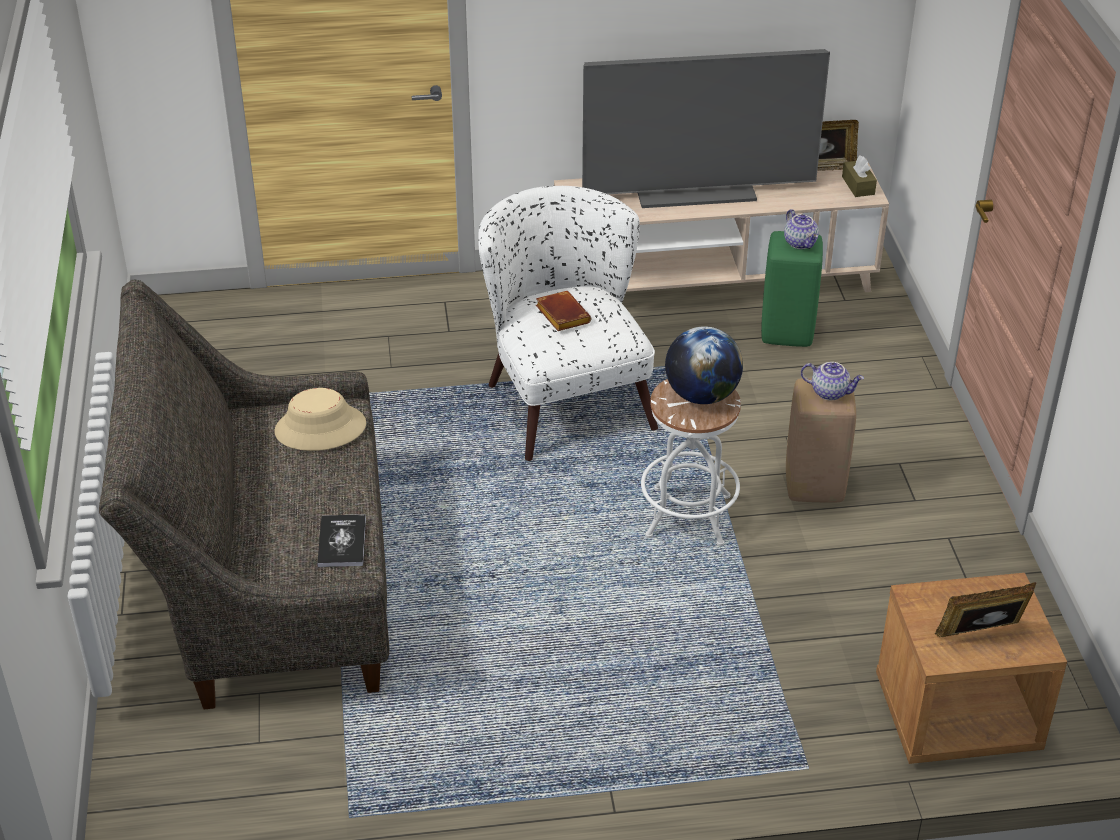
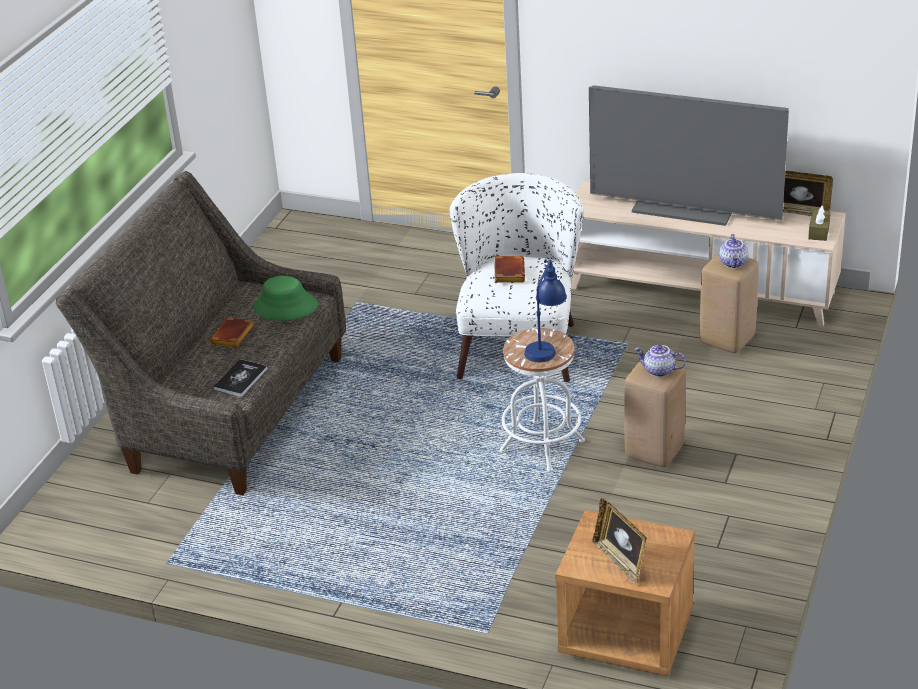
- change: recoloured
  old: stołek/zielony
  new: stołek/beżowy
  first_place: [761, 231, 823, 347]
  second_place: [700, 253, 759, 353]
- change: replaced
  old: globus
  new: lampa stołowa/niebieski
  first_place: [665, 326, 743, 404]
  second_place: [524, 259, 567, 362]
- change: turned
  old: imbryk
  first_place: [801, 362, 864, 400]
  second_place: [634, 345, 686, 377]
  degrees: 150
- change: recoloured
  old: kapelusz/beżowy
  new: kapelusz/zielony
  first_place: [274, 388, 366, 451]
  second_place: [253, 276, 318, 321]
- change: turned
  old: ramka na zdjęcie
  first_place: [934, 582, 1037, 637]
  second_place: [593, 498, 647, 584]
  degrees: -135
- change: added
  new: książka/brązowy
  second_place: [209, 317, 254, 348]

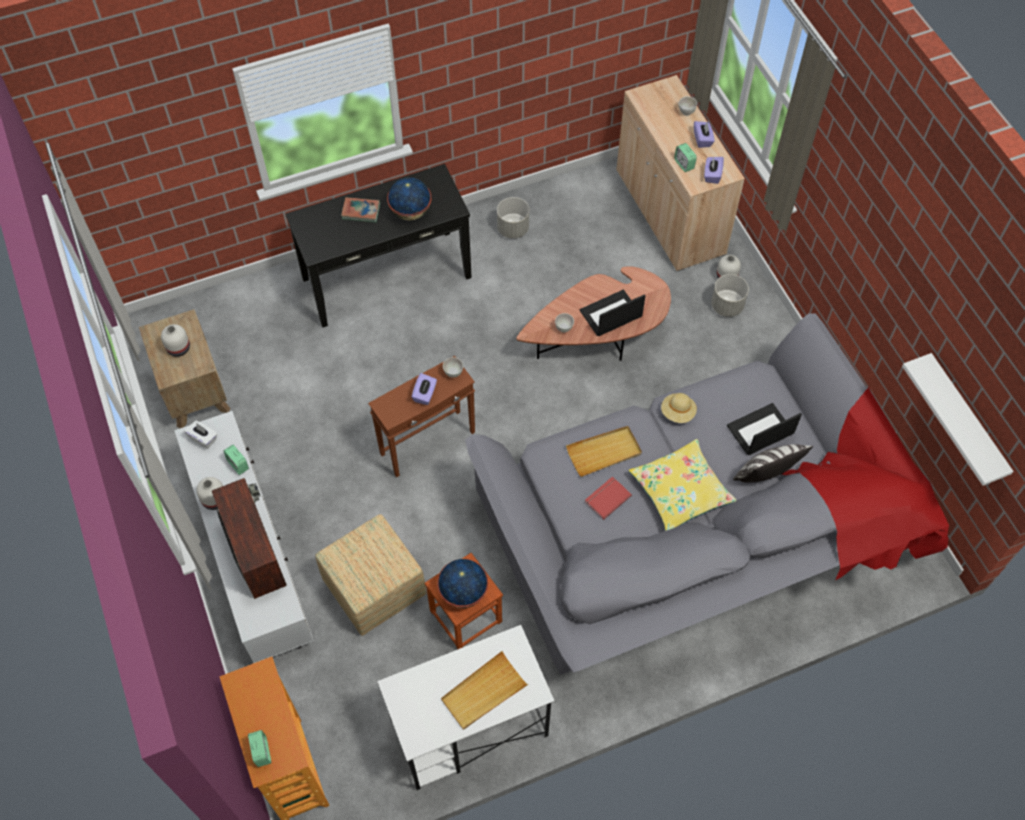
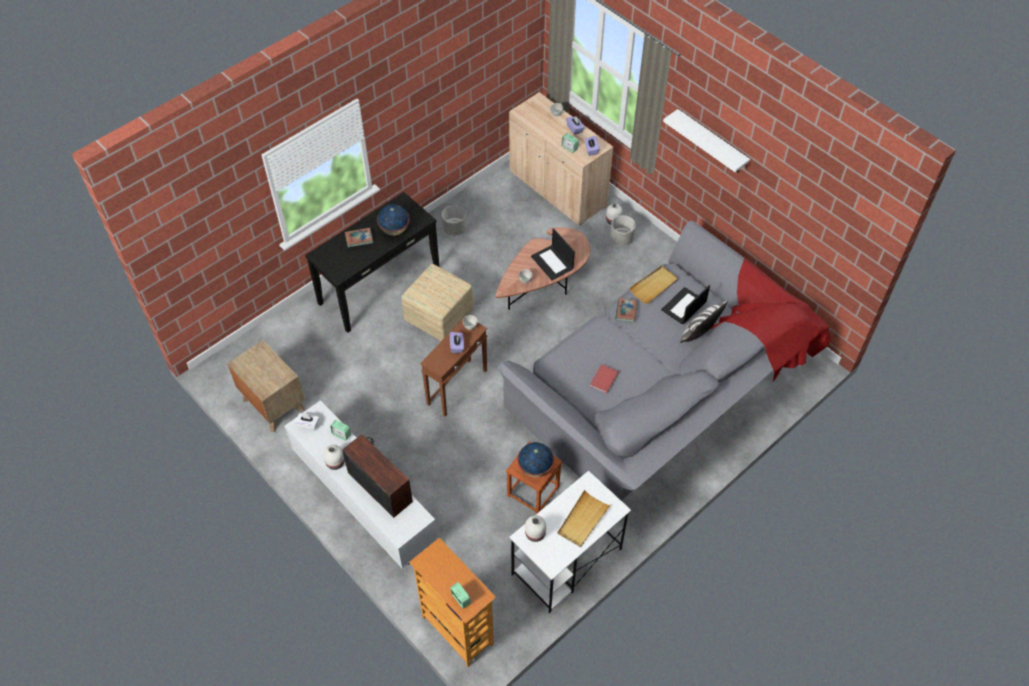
- change: turned
  old: laptop
  first_place: [580, 290, 645, 336]
  second_place: [531, 228, 575, 280]
  degrees: -75
- change: moved
  old: wazon/biały
  first_place: [161, 324, 190, 357]
  second_place: [525, 515, 546, 542]
- change: moved
  old: półka/biały
  first_place: [902, 353, 1014, 486]
  second_place: [663, 109, 750, 172]
- change: replaced
  old: kapelusz/beżowy
  new: książka
  first_place: [661, 393, 697, 423]
  second_place: [615, 298, 638, 323]
- change: moved
  old: taca/beżowy
  first_place: [566, 426, 642, 477]
  second_place: [629, 266, 678, 304]
- change: removed
  old: poduszka/żółty
  first_place: [629, 439, 737, 531]
- change: moved
  old: pufa
  first_place: [315, 514, 426, 636]
  second_place: [401, 264, 474, 341]

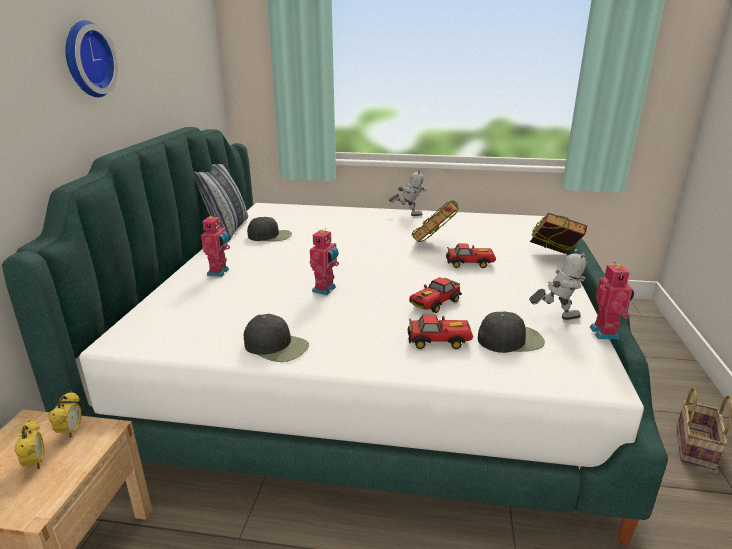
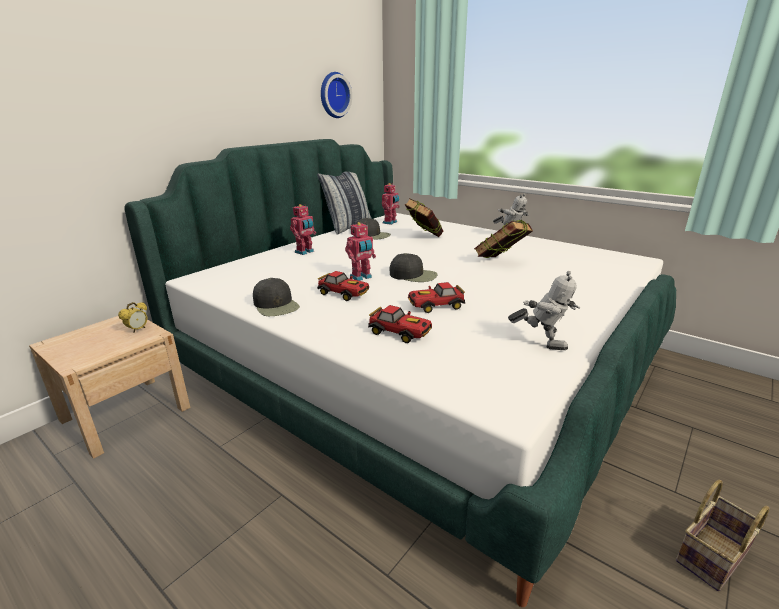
- change: moved
  old: zegar ścienny
  first_place: [65, 20, 118, 97]
  second_place: [321, 72, 352, 118]
- change: moved
  old: książka
  first_place: [530, 213, 587, 254]
  second_place: [405, 198, 443, 237]
- change: moved
  old: samochodzik
  first_place: [446, 244, 496, 268]
  second_place: [317, 271, 369, 301]
- change: moved
  old: robot zabawkowy
  first_place: [590, 261, 634, 339]
  second_place: [382, 183, 400, 225]
- change: moved
  old: czapka z daszkiem/czarny
  first_place: [478, 312, 545, 353]
  second_place: [390, 253, 438, 282]
- change: removed
  old: budzik
  first_place: [14, 421, 44, 469]

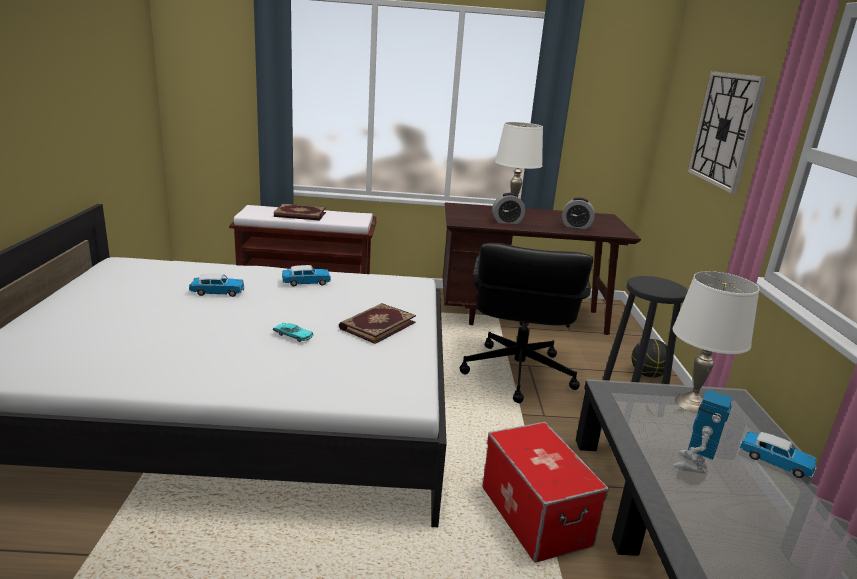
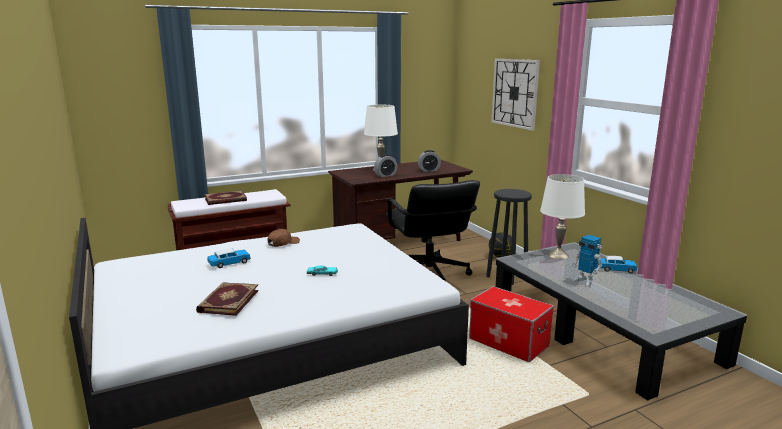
- change: replaced
  old: samochodzik
  new: czapka z daszkiem/brązowy
  first_place: [282, 265, 331, 286]
  second_place: [267, 229, 300, 247]
- change: moved
  old: książka
  first_place: [339, 303, 416, 344]
  second_place: [196, 282, 259, 316]
- change: turned
  old: robot zabawkowy
  first_place: [673, 389, 733, 474]
  second_place: [572, 235, 602, 287]
  degrees: -45

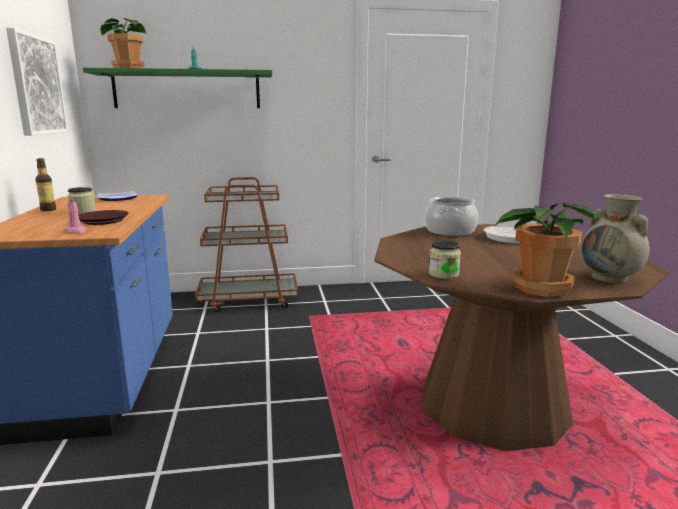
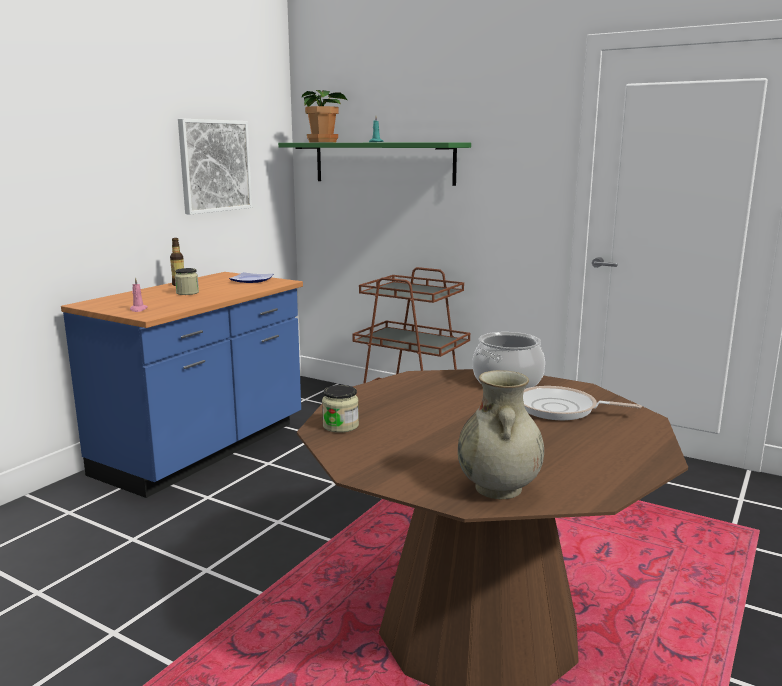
- change: removed
  old: roślina doniczkowa
  first_place: [494, 203, 596, 297]
- change: removed
  old: talerz/brązowy
  first_place: [78, 210, 129, 225]

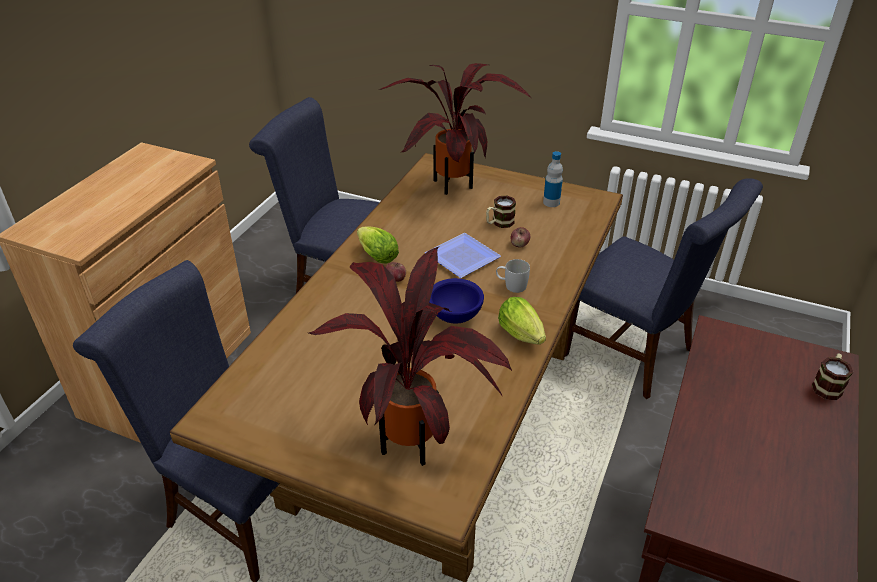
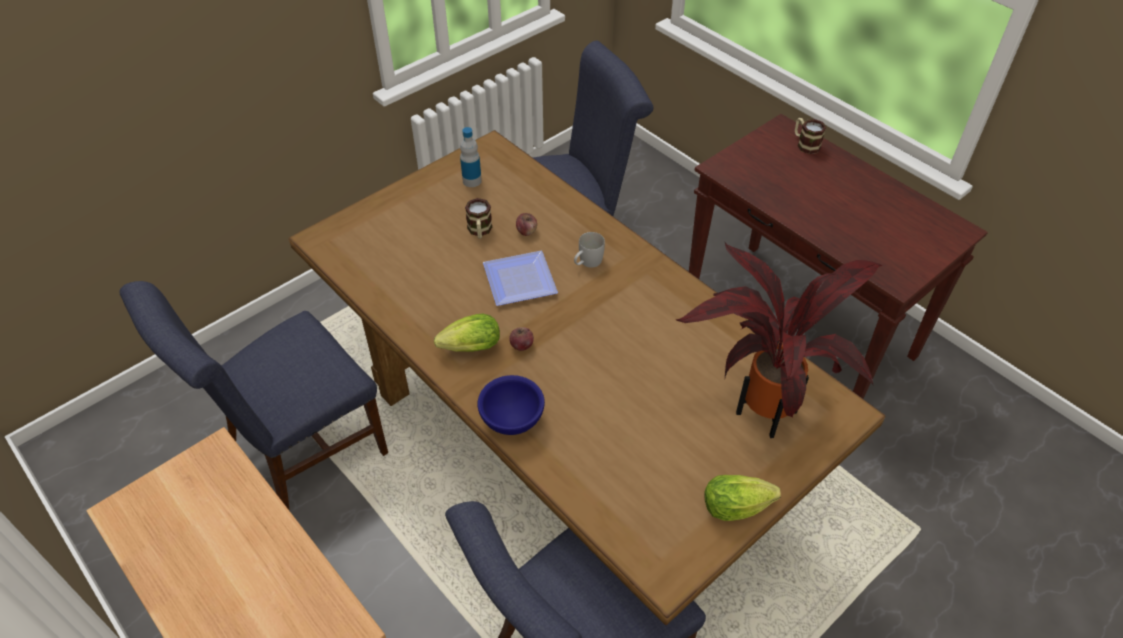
- change: removed
  old: roślina doniczkowa
  first_place: [379, 63, 531, 195]
- change: moved
  old: miska/niebieski
  first_place: [429, 278, 484, 324]
  second_place: [477, 375, 545, 435]
- change: moved
  old: sałata
  first_place: [498, 297, 546, 344]
  second_place: [704, 475, 781, 521]

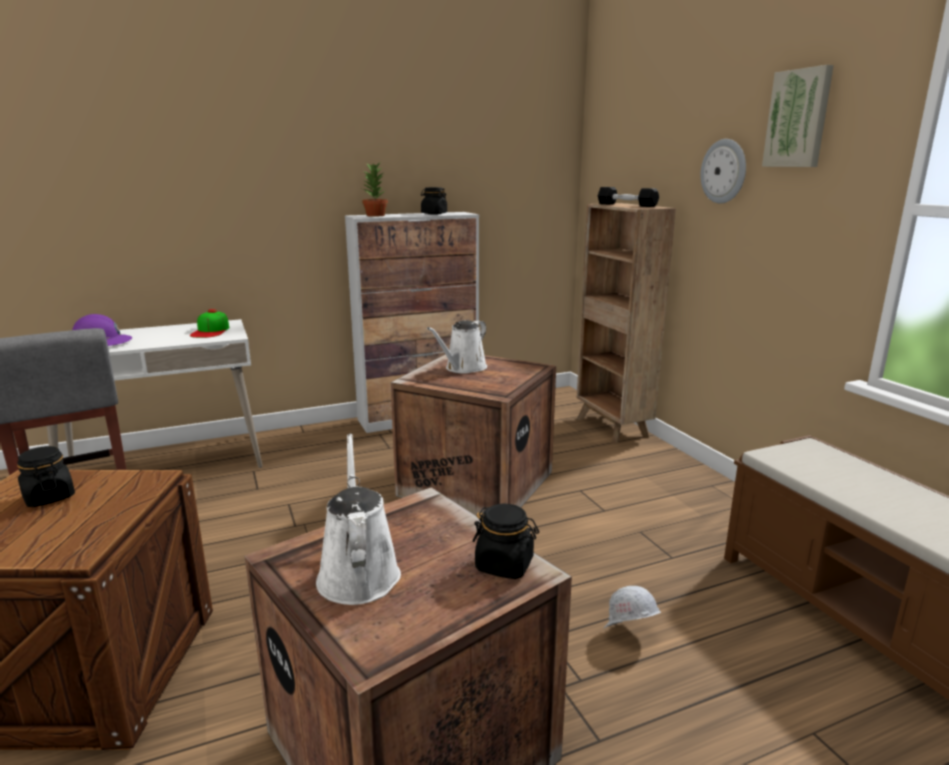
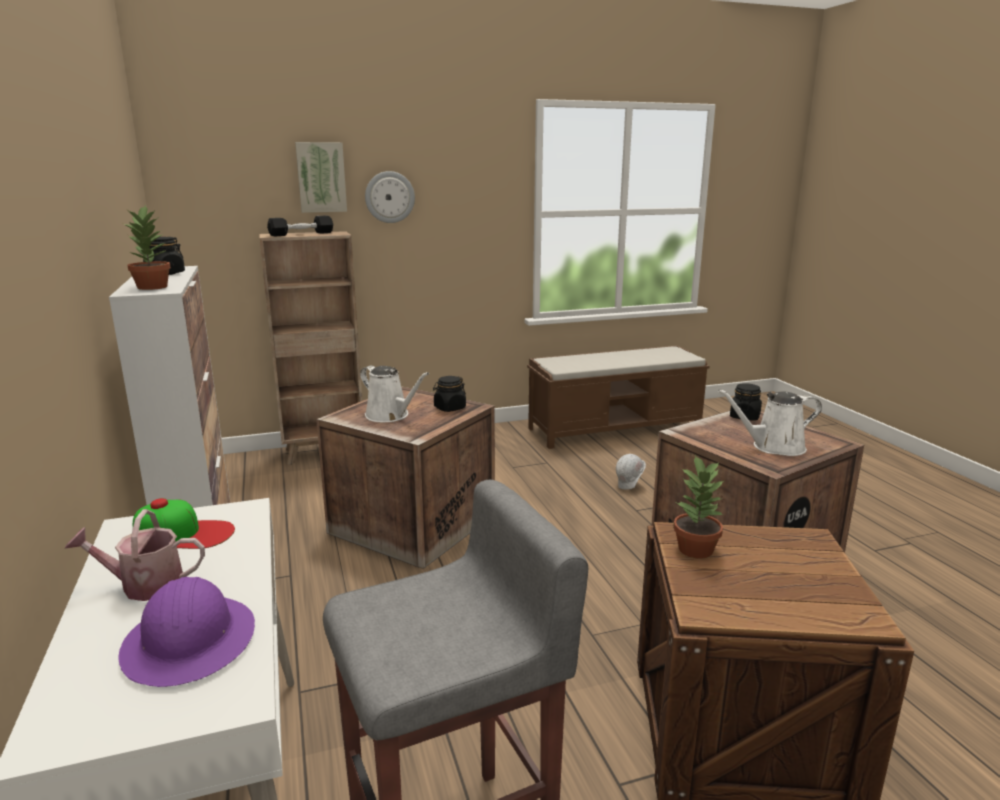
- change: moved
  old: obraz
  first_place: [762, 65, 834, 167]
  second_place: [295, 142, 347, 213]
- change: moved
  old: słoik/czarny
  first_place: [17, 446, 75, 507]
  second_place: [433, 376, 466, 412]
- change: added
  new: roślina doniczkowa
  second_place: [673, 455, 725, 559]
- change: added
  new: konewka
  second_place: [65, 509, 205, 601]

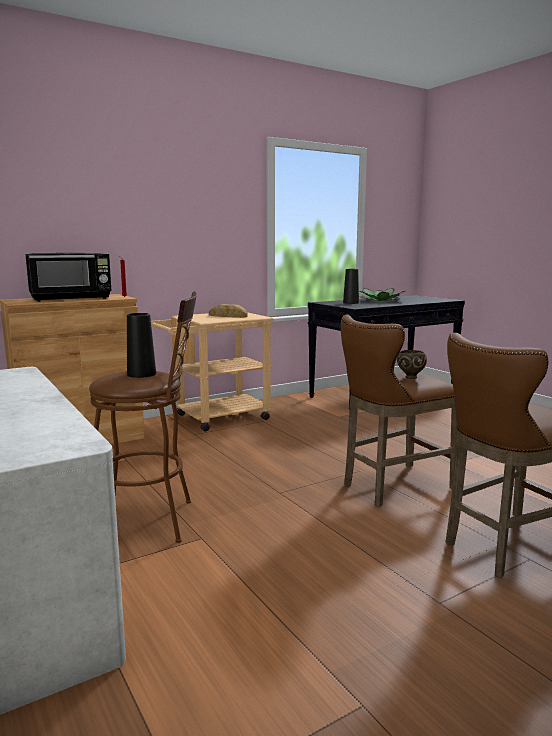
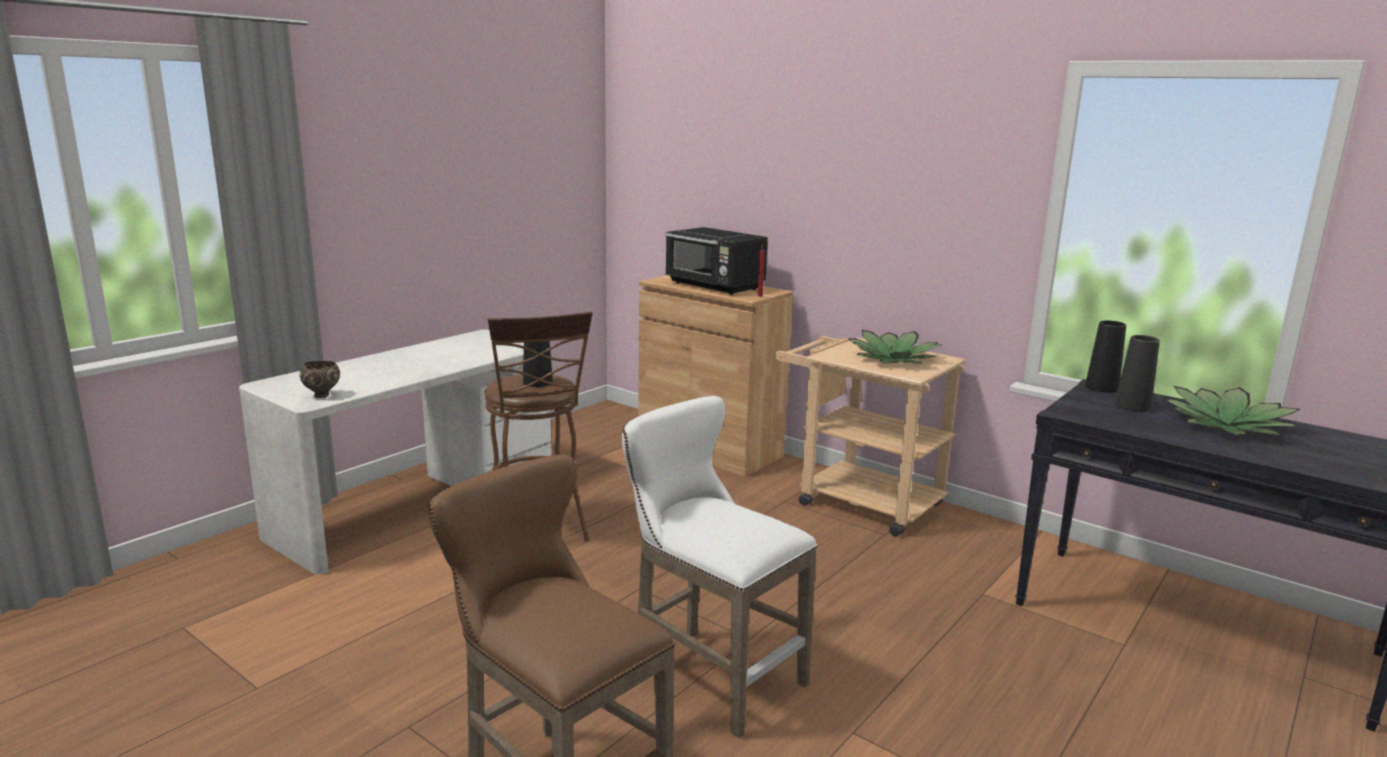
- change: replaced
  old: chleb
  new: roślina doniczkowa
  first_place: [209, 304, 247, 318]
  second_place: [849, 330, 942, 364]
- change: recoloured
  old: stołek/brązowy
  new: stołek/biały
  first_place: [341, 315, 458, 507]
  second_place: [622, 396, 817, 738]
- change: moved
  old: miska/brązowy
  first_place: [397, 350, 427, 379]
  second_place: [300, 361, 340, 398]
- change: added
  new: wazon/czarny
  second_place: [1085, 320, 1126, 393]

